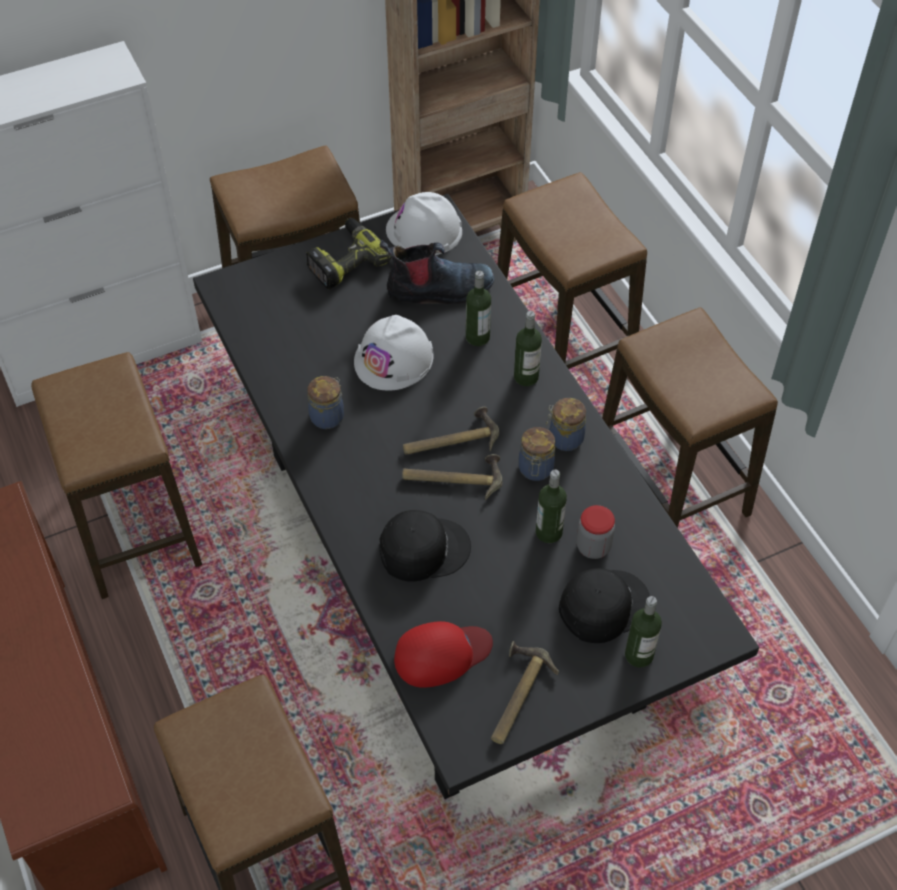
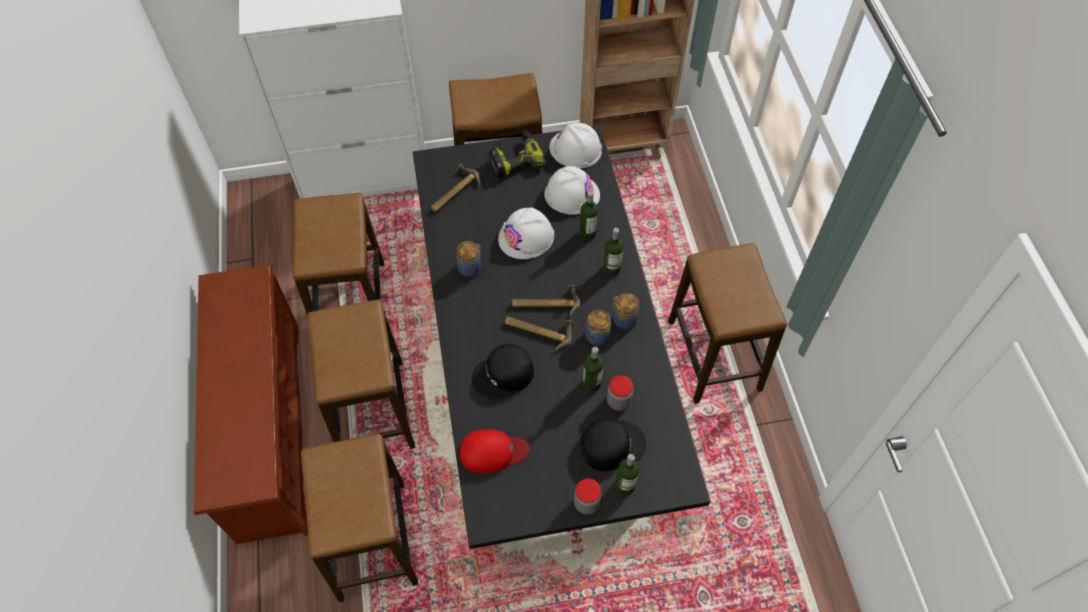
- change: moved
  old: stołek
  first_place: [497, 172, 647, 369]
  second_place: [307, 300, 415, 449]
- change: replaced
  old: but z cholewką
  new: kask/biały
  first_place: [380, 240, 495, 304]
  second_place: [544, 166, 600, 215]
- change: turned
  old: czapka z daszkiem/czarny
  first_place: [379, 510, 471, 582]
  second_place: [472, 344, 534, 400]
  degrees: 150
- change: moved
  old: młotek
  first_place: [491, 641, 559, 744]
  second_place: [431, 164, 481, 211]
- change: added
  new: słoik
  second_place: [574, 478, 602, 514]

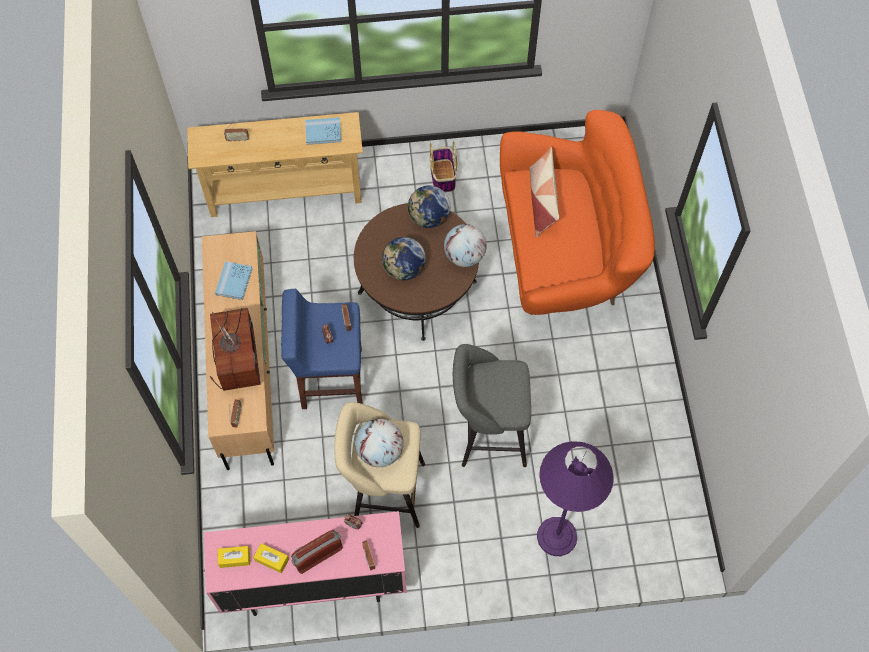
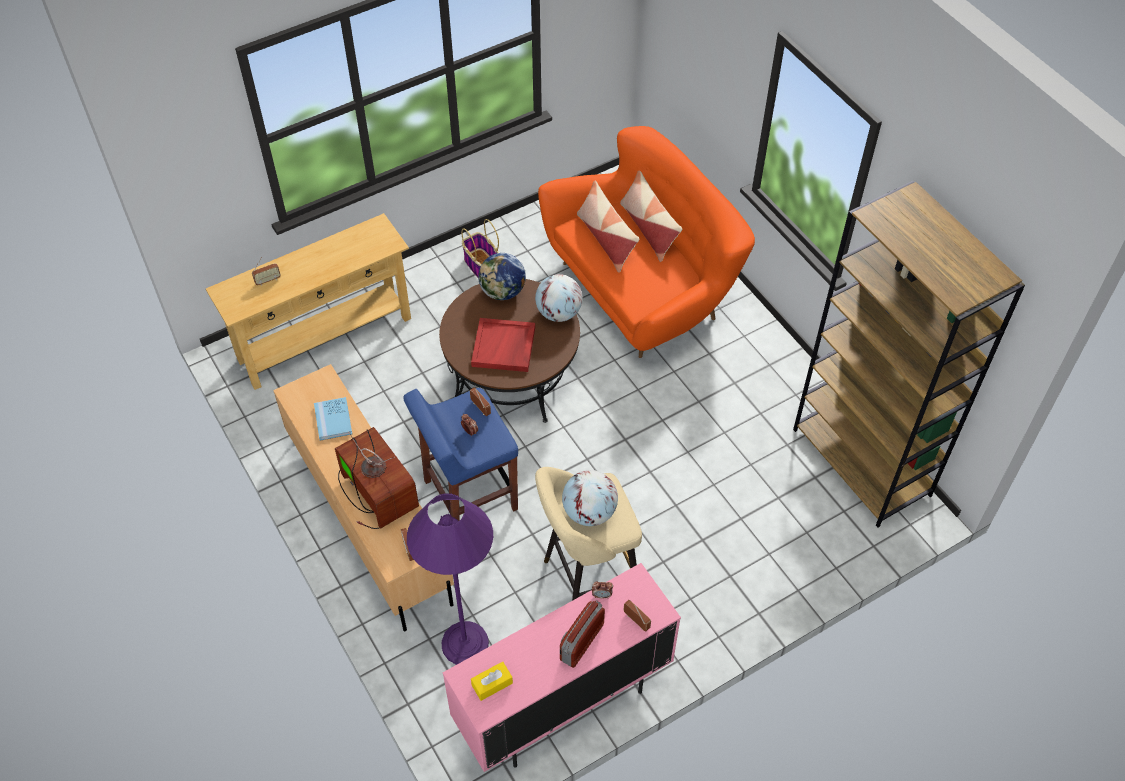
- change: removed
  old: książka/niebieski
  first_place: [305, 117, 342, 145]
- change: replaced
  old: globus
  new: taca/czerwony
  first_place: [382, 237, 426, 280]
  second_place: [471, 318, 535, 372]
- change: removed
  old: stołek/szary
  first_place: [453, 344, 531, 467]
- change: moved
  old: lampa stojąca/fioletowy
  first_place: [537, 441, 614, 556]
  second_place: [407, 493, 493, 665]
- change: removed
  old: pudełko chusteczek/żółty
  first_place: [253, 543, 289, 573]
- change: added
  new: poduszka
  second_place: [620, 171, 682, 262]
- change: added
  new: regał/brązowy
  second_place: [793, 181, 1025, 528]

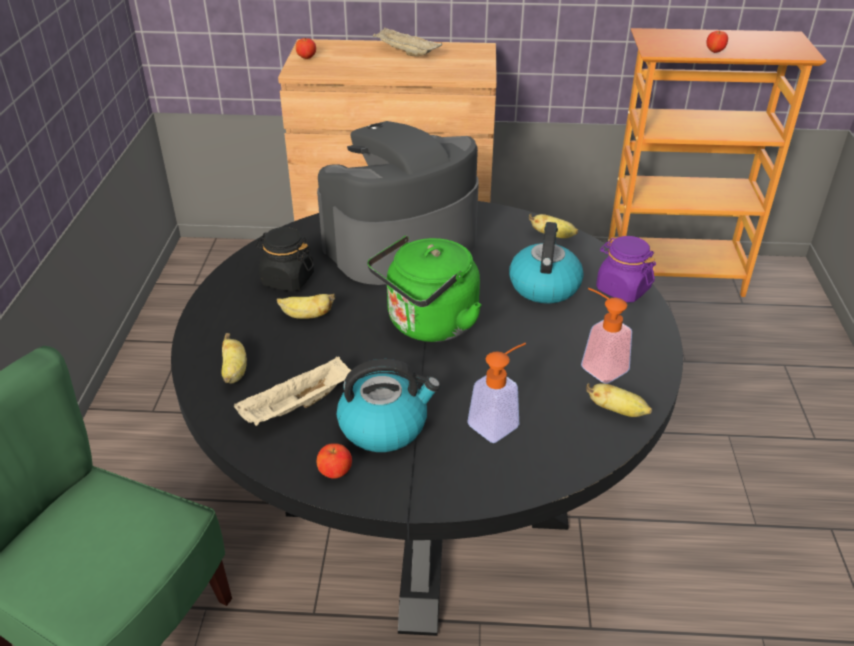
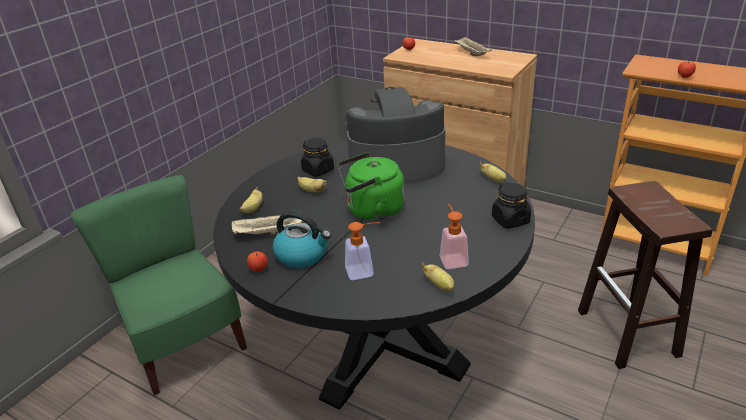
- change: removed
  old: czajnik
  first_place: [509, 222, 584, 303]
- change: recoloured
  old: słoik/fioletowy
  new: słoik/czarny
  first_place: [596, 236, 656, 302]
  second_place: [492, 183, 531, 229]
- change: added
  new: stołek/brązowy
  second_place: [578, 181, 713, 369]

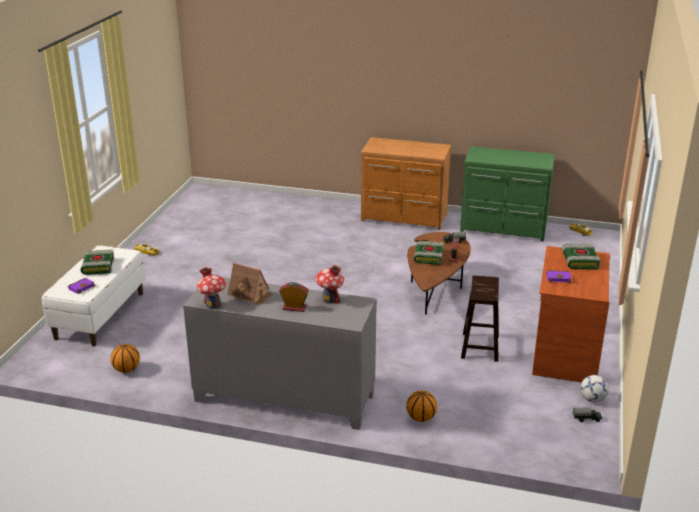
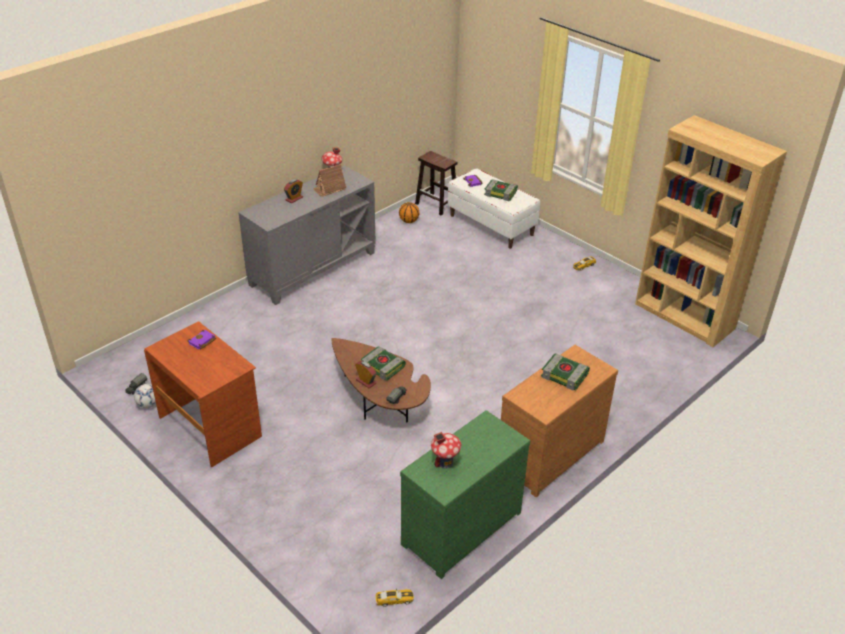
- change: moved
  old: książka
  first_place: [562, 243, 600, 270]
  second_place: [541, 354, 590, 391]
- change: moved
  old: domek
  first_place: [315, 265, 344, 304]
  second_place: [431, 432, 461, 469]
- change: moved
  old: stołek/brązowy
  first_place: [461, 276, 499, 362]
  second_place: [415, 151, 457, 216]
- change: removed
  old: piłka do koszykówki
  first_place: [406, 391, 437, 422]
- change: added
  new: regał/brązowy
  second_place: [635, 115, 787, 347]

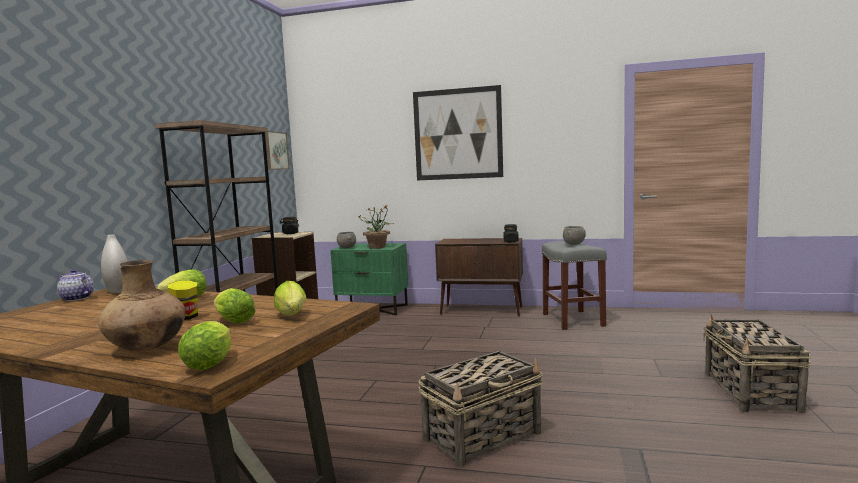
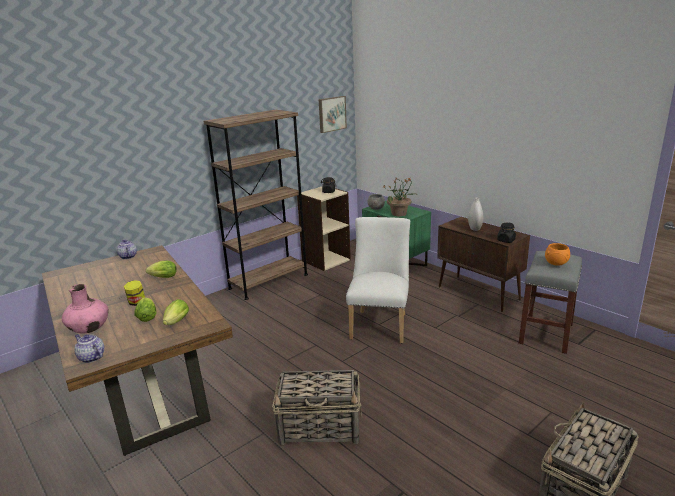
- change: removed
  old: obraz
  first_place: [413, 85, 503, 181]
- change: recoloured
  old: miska/szary
  new: miska/pomarańczowy
  first_place: [563, 226, 586, 245]
  second_place: [545, 243, 570, 266]
- change: moved
  old: wazon/biały
  first_place: [101, 234, 128, 293]
  second_place: [468, 198, 483, 231]
- change: recoloured
  old: wazon/brązowy
  new: wazon/różowy
  first_place: [98, 260, 185, 351]
  second_place: [62, 284, 109, 333]
- change: replaced
  old: sałata
  new: imbryk
  first_place: [178, 321, 231, 370]
  second_place: [74, 334, 104, 363]
- change: added
  new: krzesło/biały
  second_place: [346, 217, 410, 343]

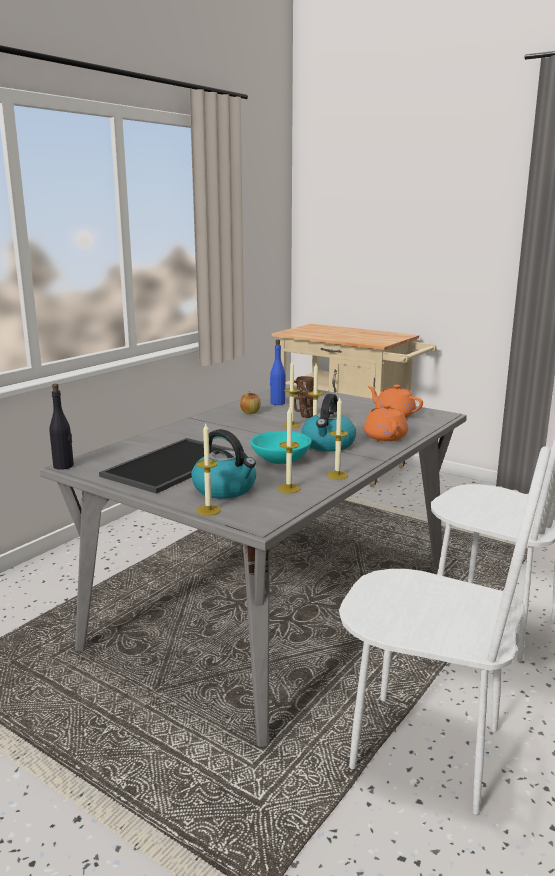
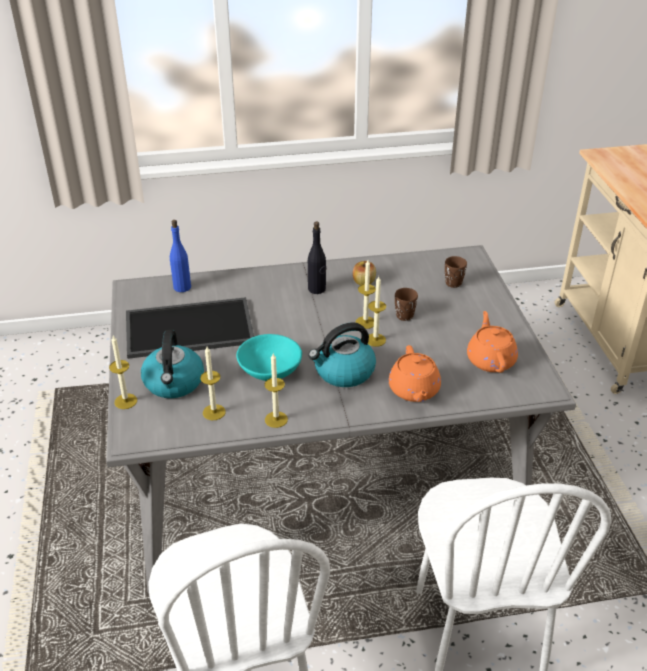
- change: moved
  old: butelka/niebieski
  first_place: [270, 339, 285, 405]
  second_place: [170, 220, 191, 292]
- change: moved
  old: butelka/czarny
  first_place: [50, 384, 74, 470]
  second_place: [308, 221, 326, 294]
- change: turned
  old: imbryk/pomarańczowy
  first_place: [364, 402, 408, 442]
  second_place: [389, 345, 441, 402]
  degrees: 135

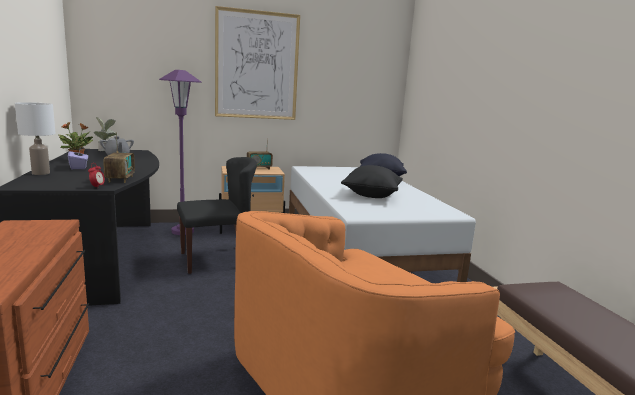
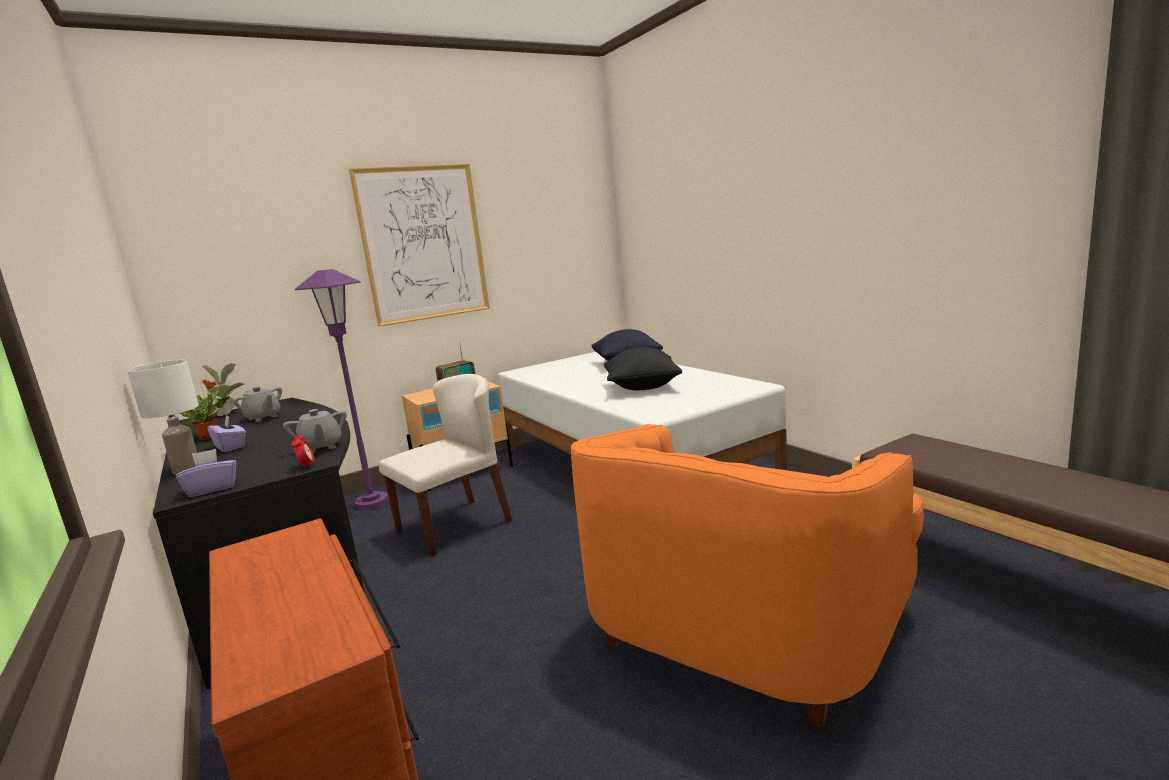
- change: replaced
  old: radio
  new: imbryk/szary
  first_place: [103, 133, 135, 183]
  second_place: [283, 409, 347, 453]
- change: recoloured
  old: krzesło/czarny
  new: krzesło/beżowy
  first_place: [177, 157, 257, 274]
  second_place: [379, 374, 512, 557]
- change: added
  new: pudełko chusteczek/fioletowy
  second_place: [175, 449, 237, 497]

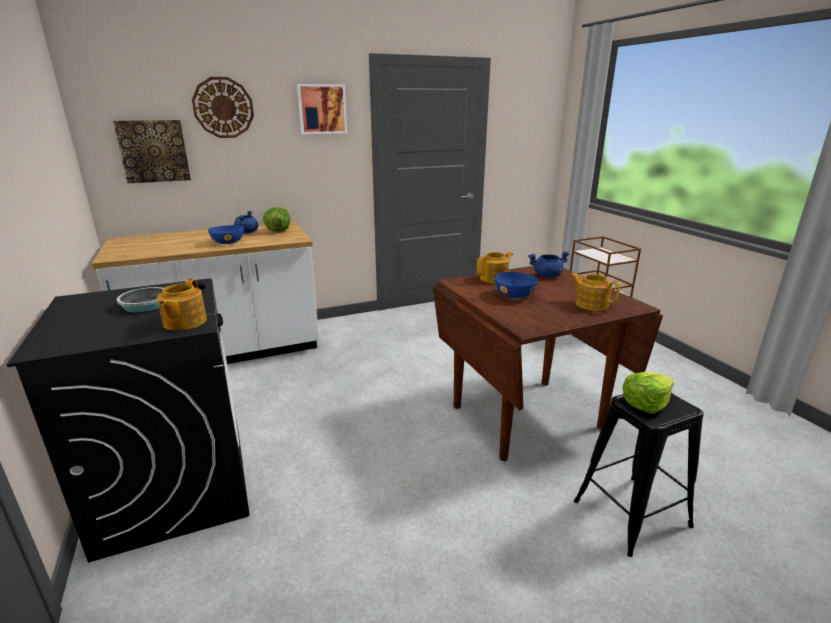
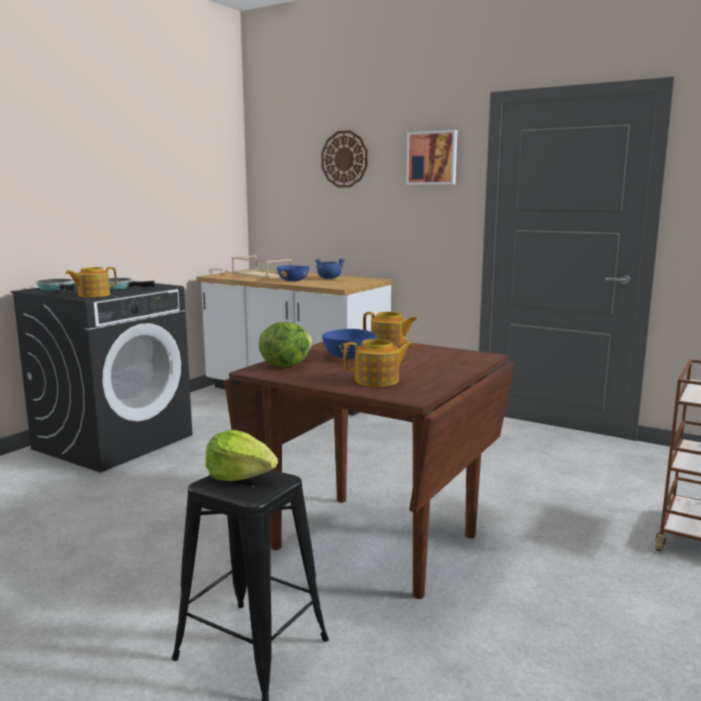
- change: removed
  old: obraz
  first_place: [113, 120, 191, 183]
- change: moved
  old: sałata
  first_place: [263, 207, 290, 232]
  second_place: [259, 322, 313, 367]
- change: removed
  old: garnek/niebieski
  first_place: [528, 251, 570, 278]
- change: turned
  old: imbryk
  first_place: [570, 273, 620, 311]
  second_place: [343, 339, 413, 387]
  degrees: 75
- change: added
  new: taca/beżowy
  second_place: [232, 255, 291, 278]
- change: added
  new: patelnia
  second_place: [36, 279, 74, 291]

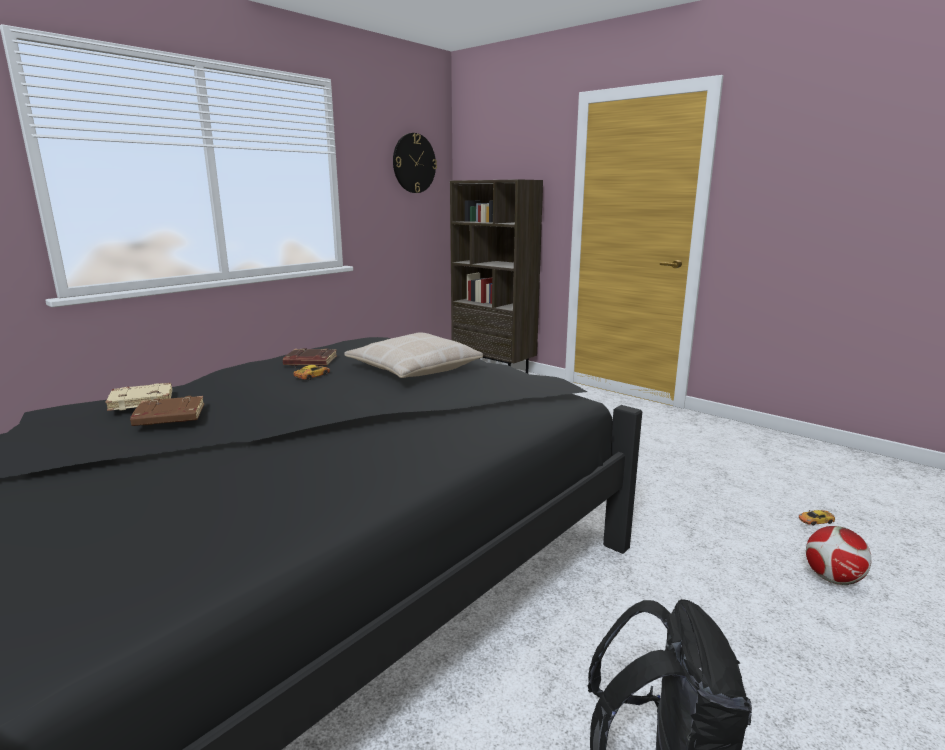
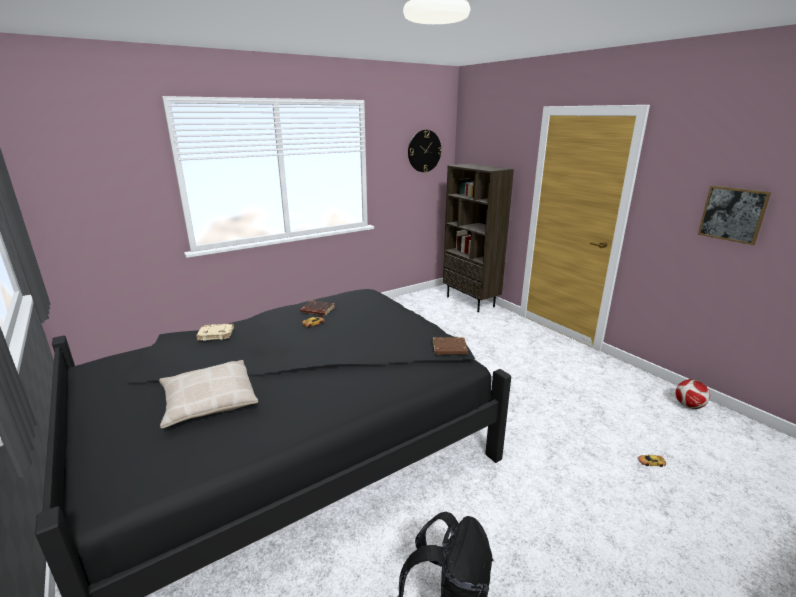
- change: moved
  old: poduszka/beżowy
  first_place: [344, 332, 483, 378]
  second_place: [159, 360, 258, 428]
- change: moved
  old: książka/brązowy
  first_place: [130, 396, 204, 426]
  second_place: [433, 337, 468, 355]
- change: moved
  old: piłka futbolowa
  first_place: [806, 526, 872, 585]
  second_place: [676, 379, 710, 409]
- change: added
  new: obraz
  second_place: [698, 186, 771, 245]

